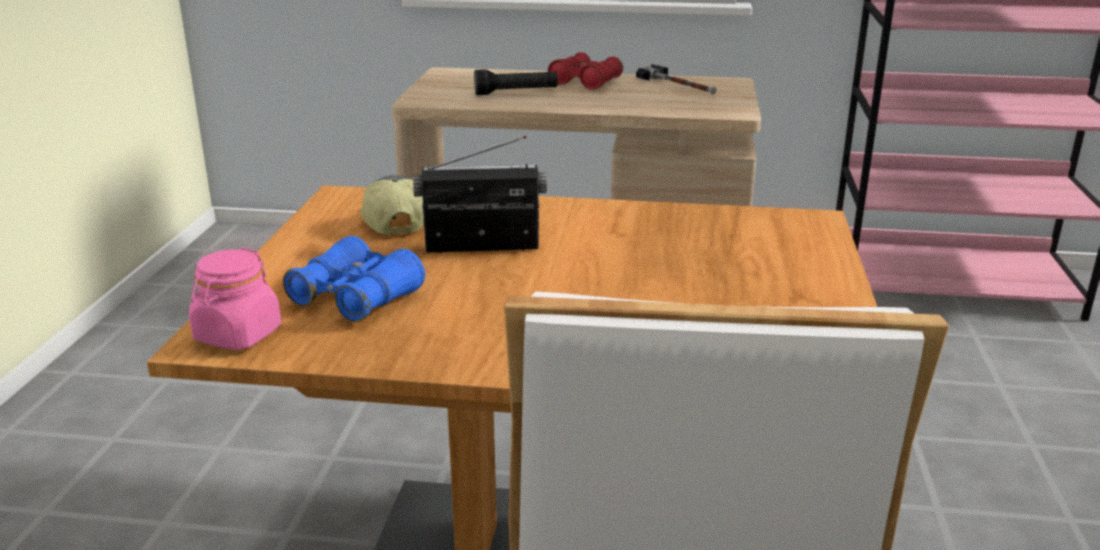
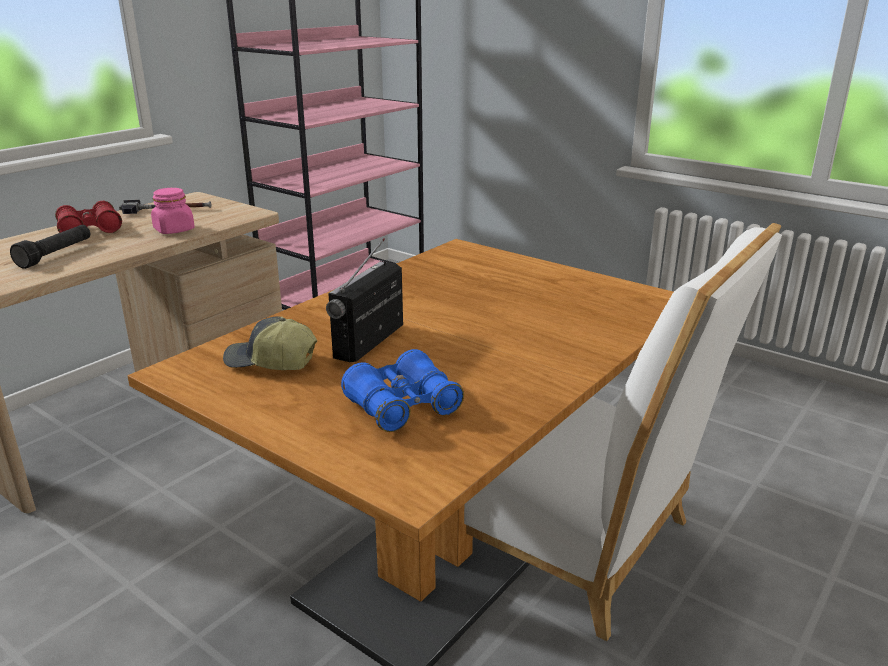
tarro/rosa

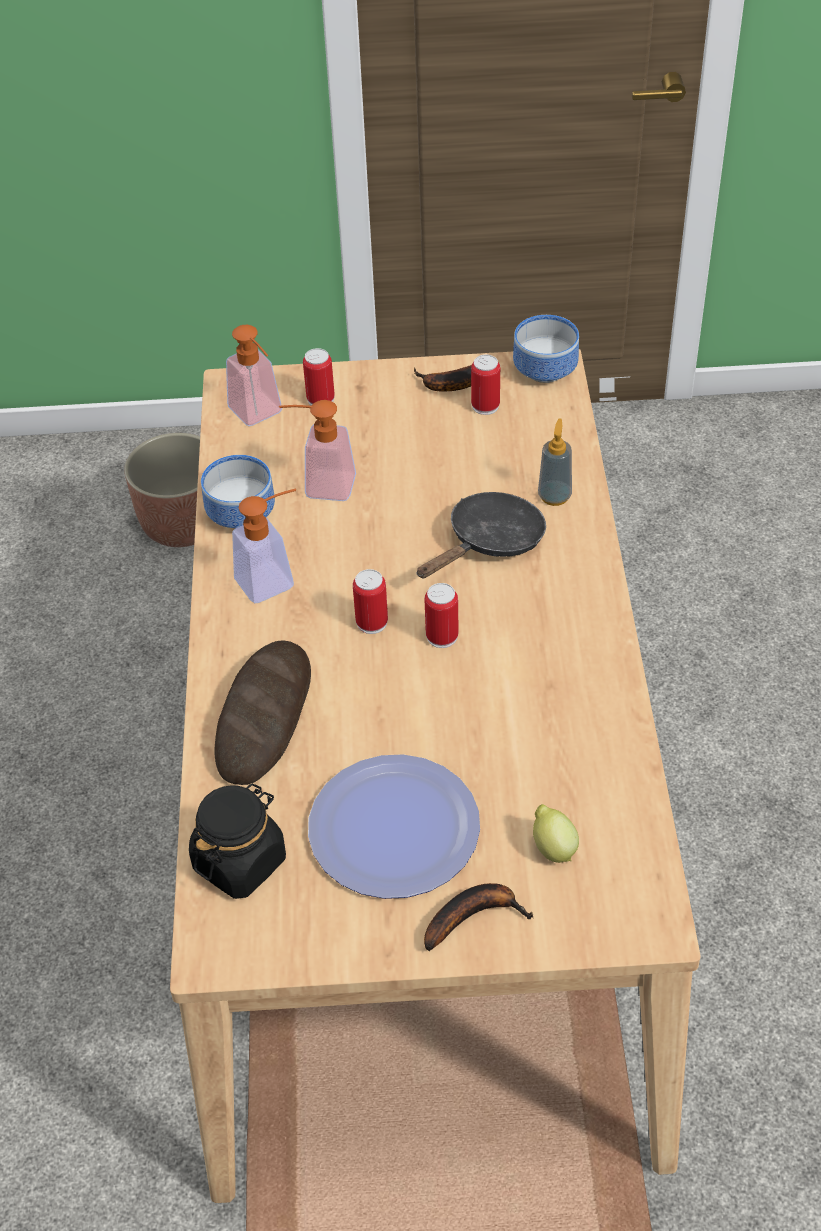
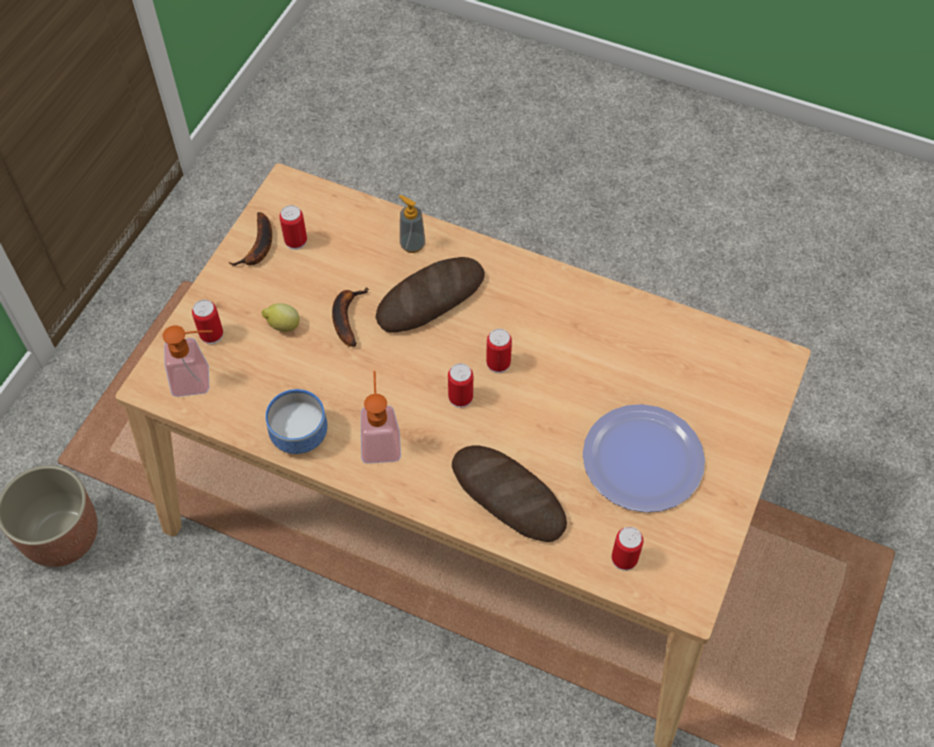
lata (5th from left)
dispensador de jabón (3rd from left in the first image)
pan (1st from left)
plátano (2nd from left)
cuenco (2nd from left in the first image)
limón

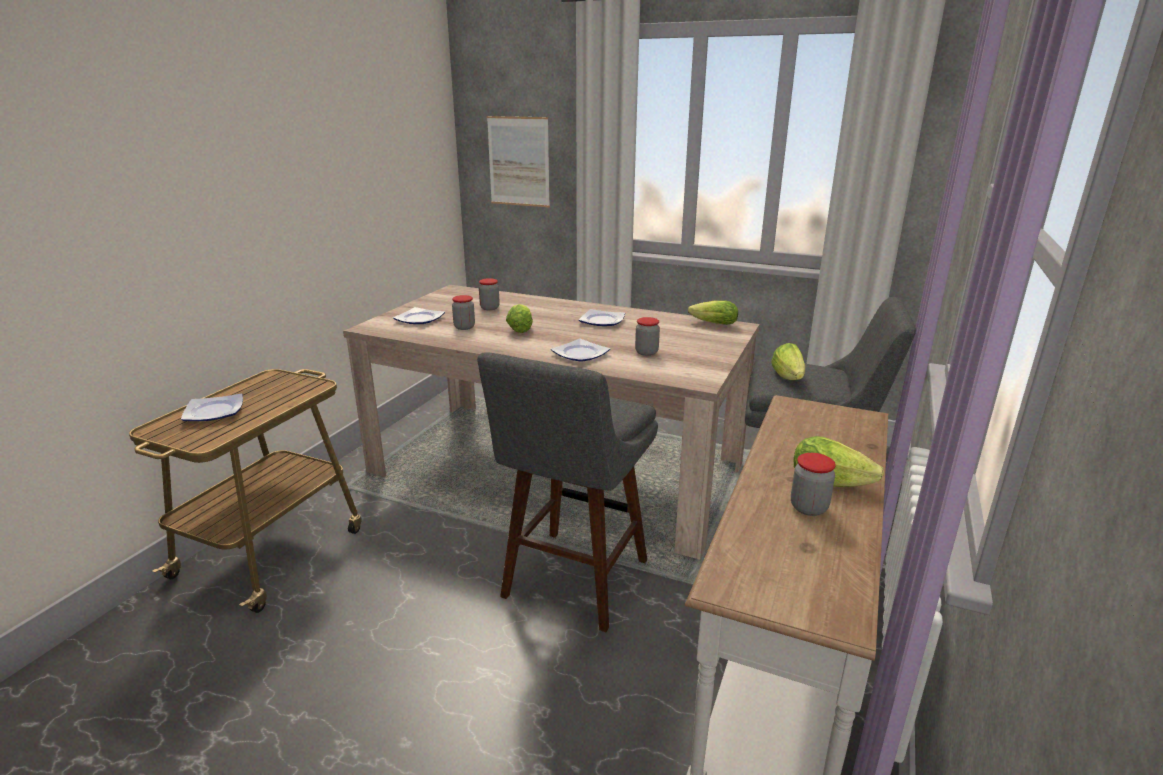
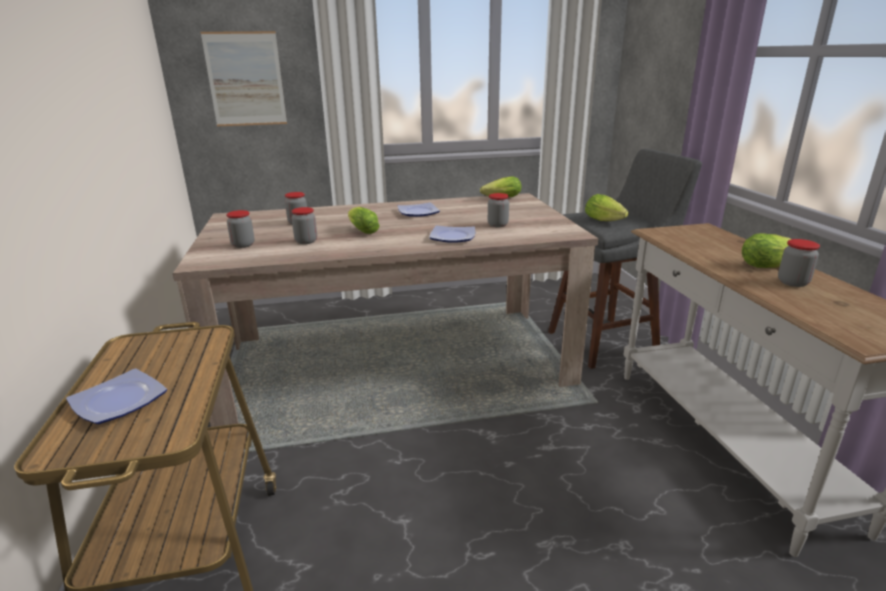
tarro (1st from left)
taburete/gris (1st from left in the first image)

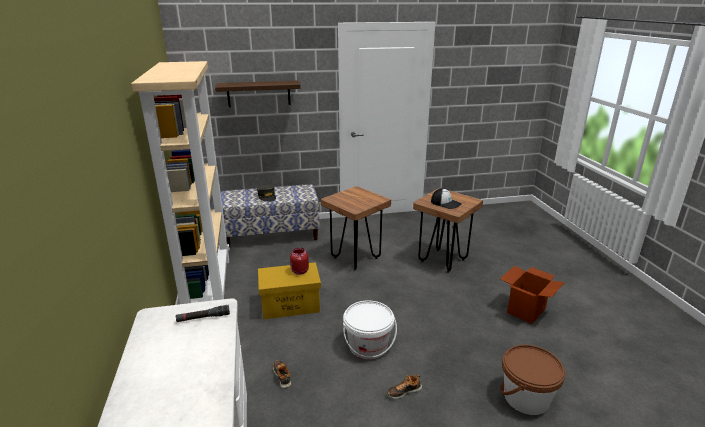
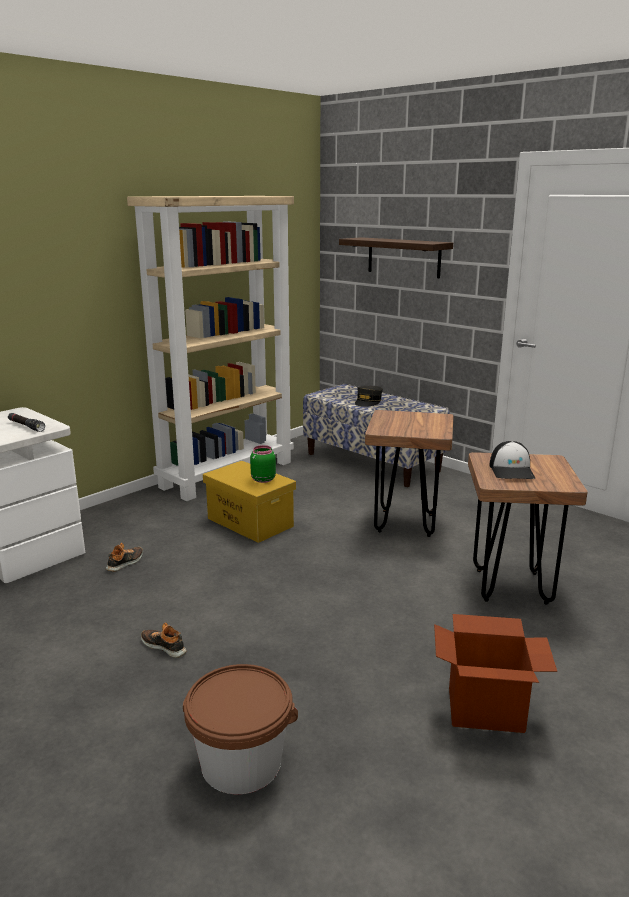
tarro/verde
cubo/blanco

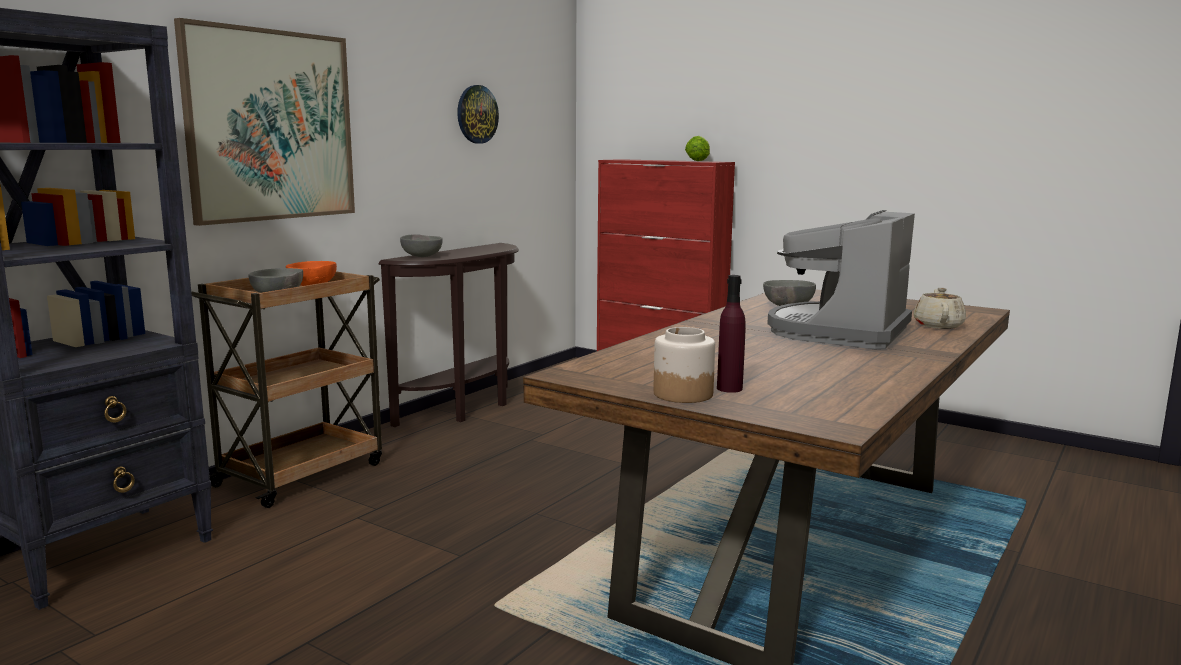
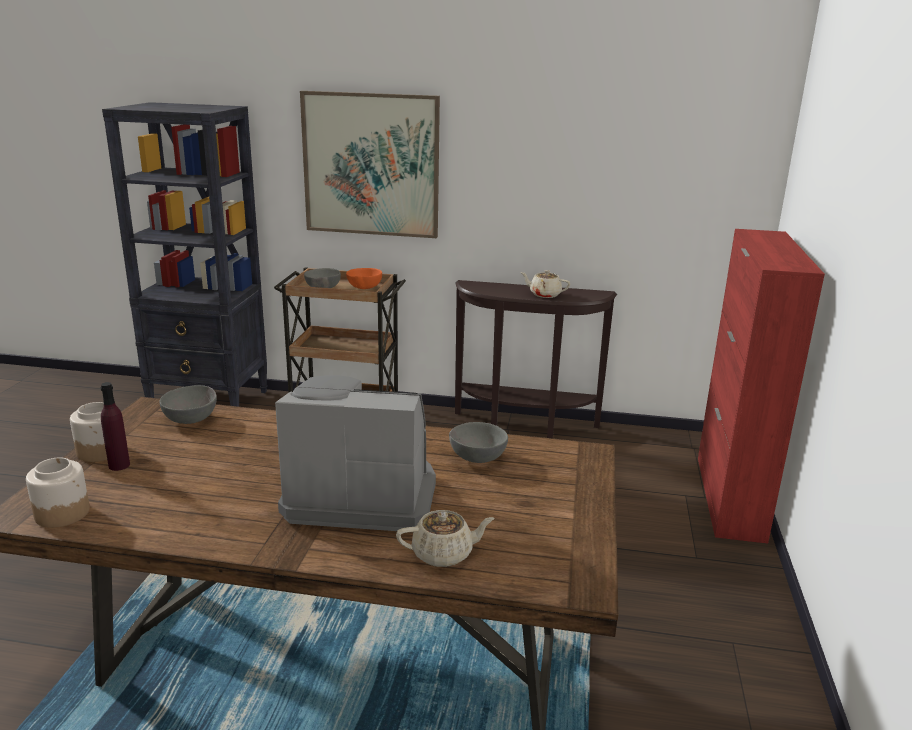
cuenco/gris (1st from left)
reloj de pared
lechuga
tarro (1st from left)
tetera/beis (2nd from left)

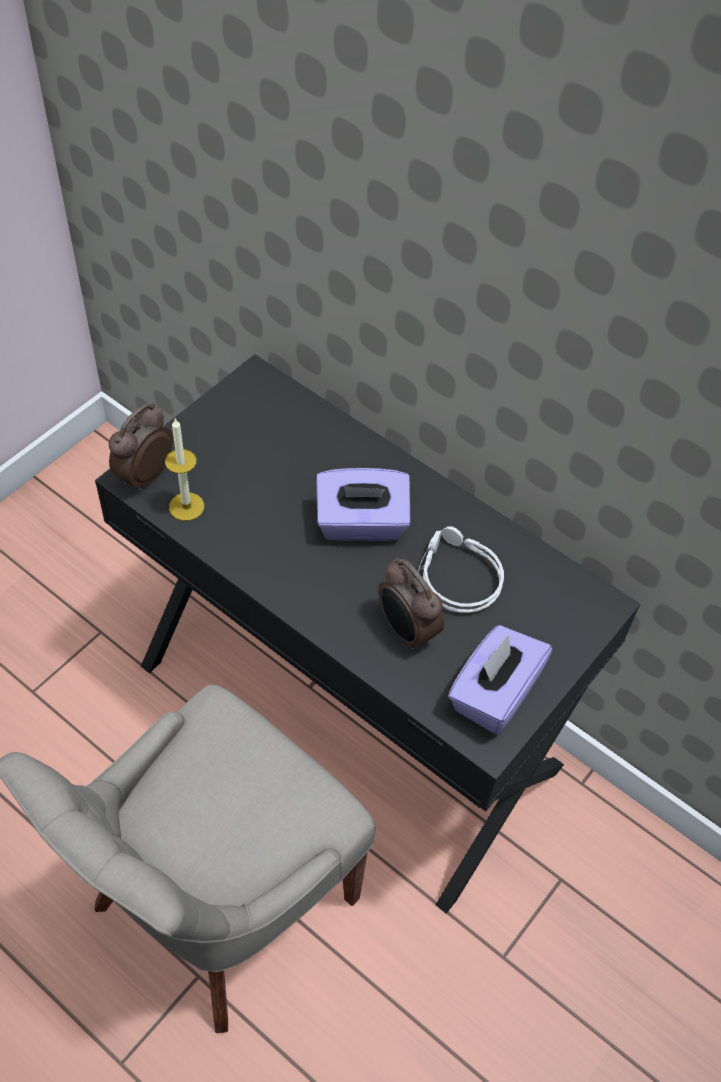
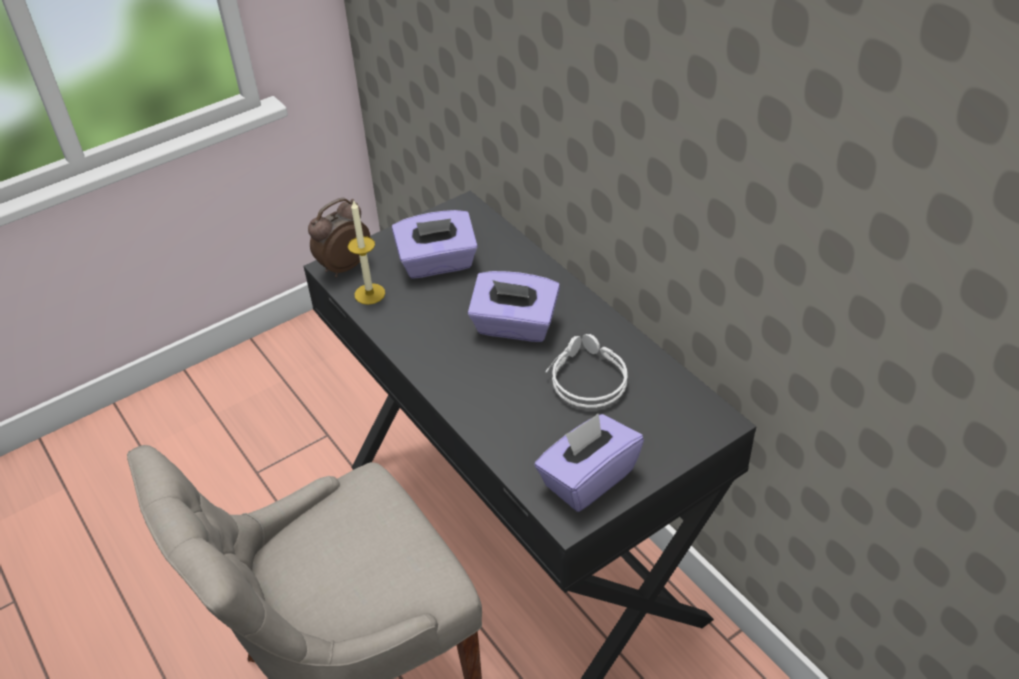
despertador (2nd from left in the first image)
caja de pañuelos/morado (1st from left)

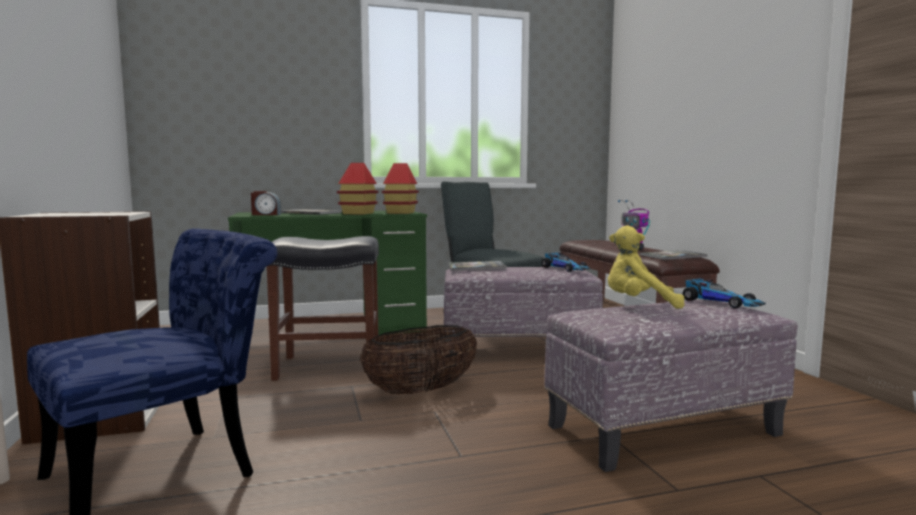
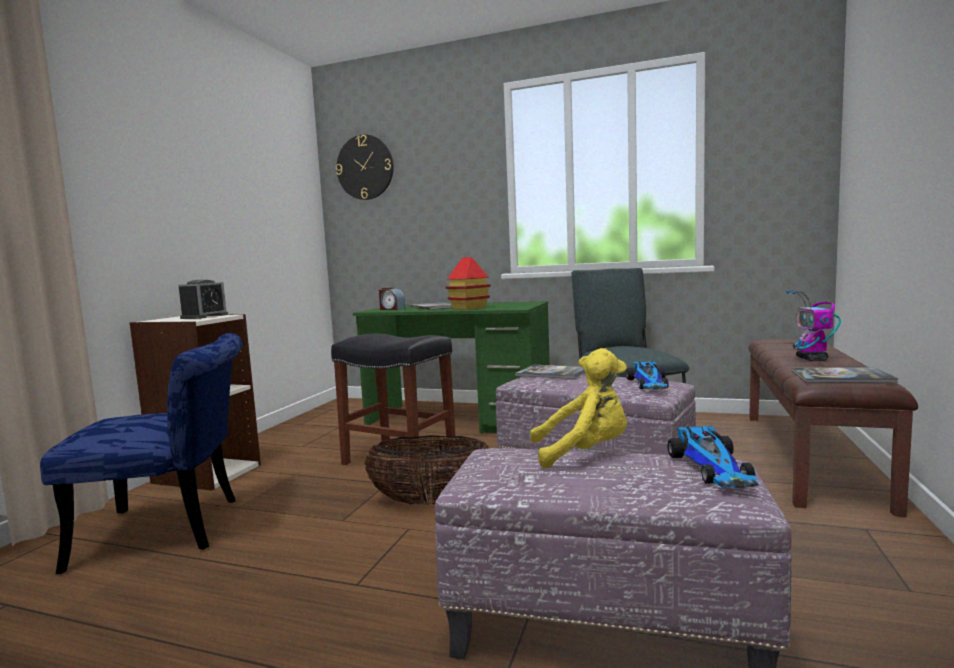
casita (2nd from left in the first image)
peluche/amarillo
despertador (1st from left)
reloj de pared

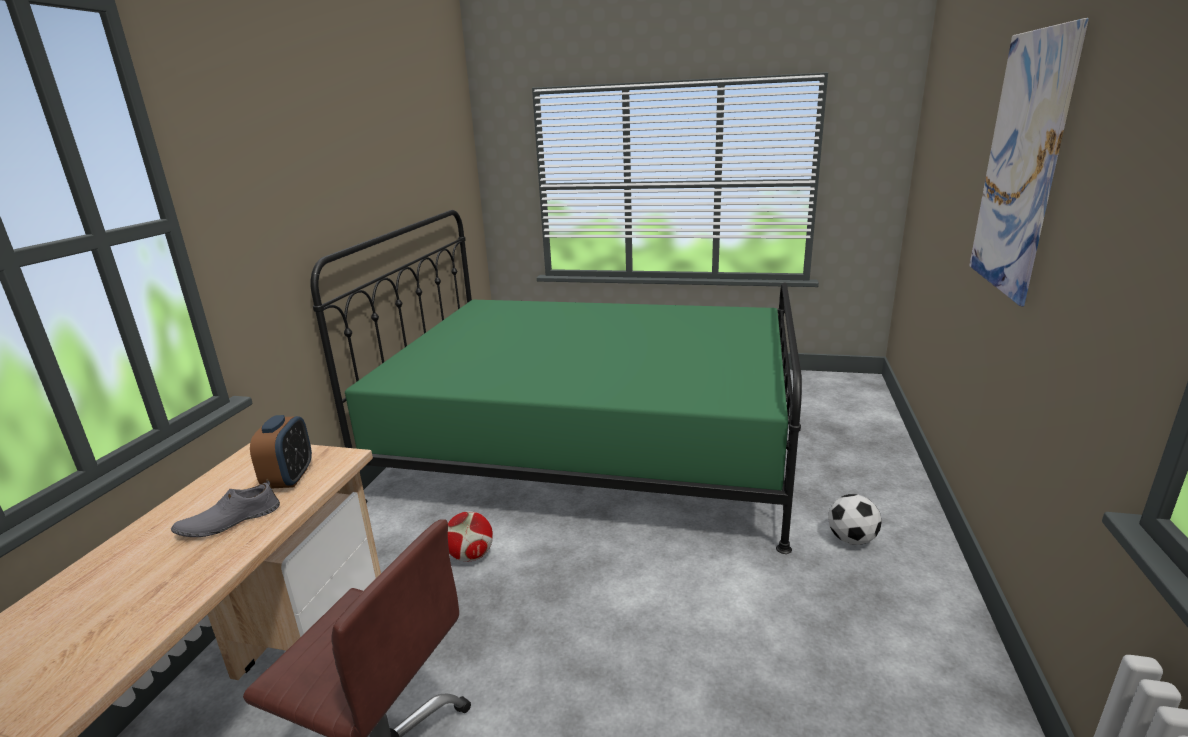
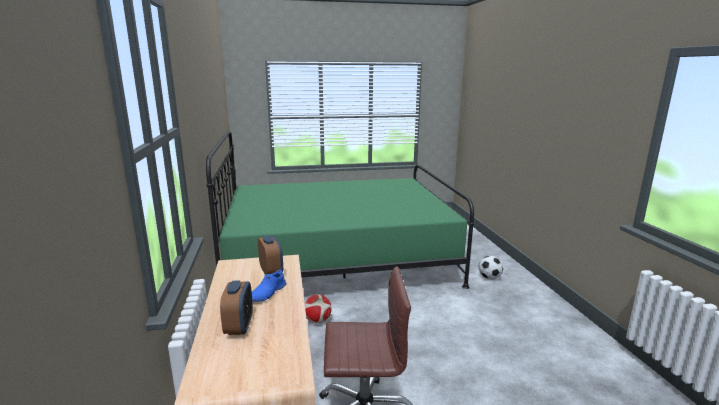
zapato/azul
cuadro
despertador (1st from left)

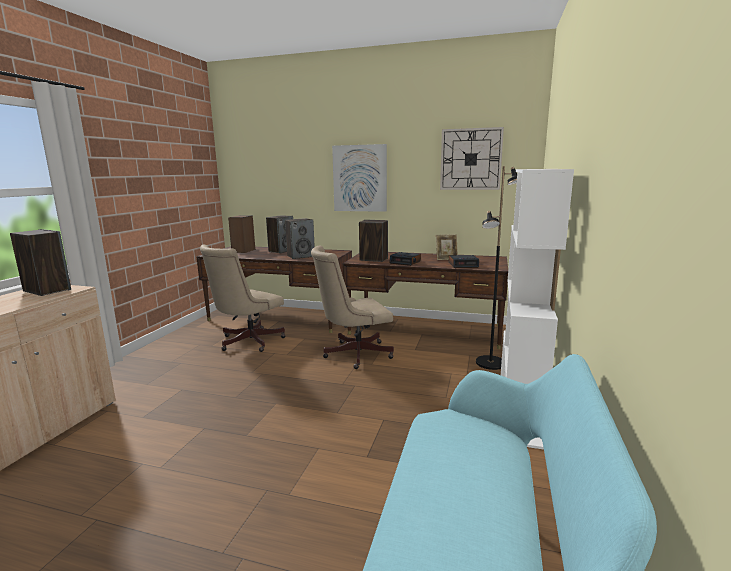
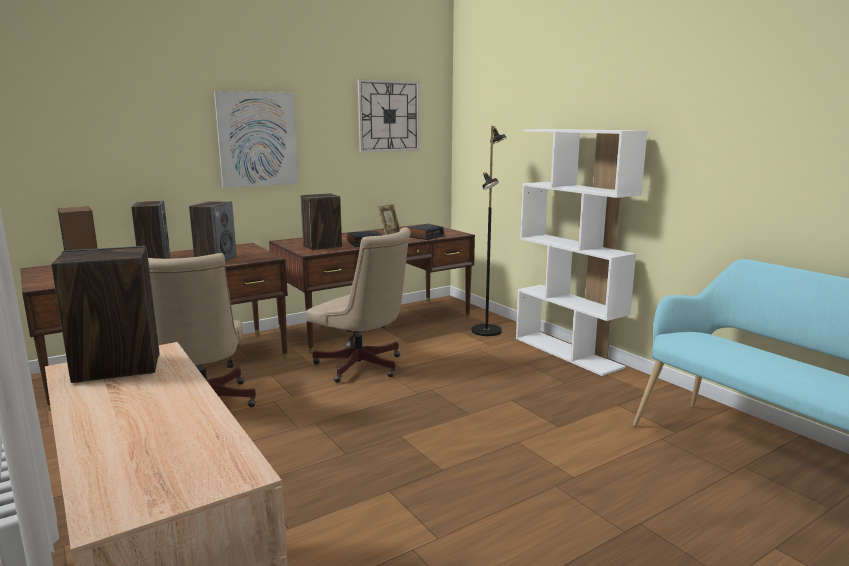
silla de oficina/beis (2nd from left)

